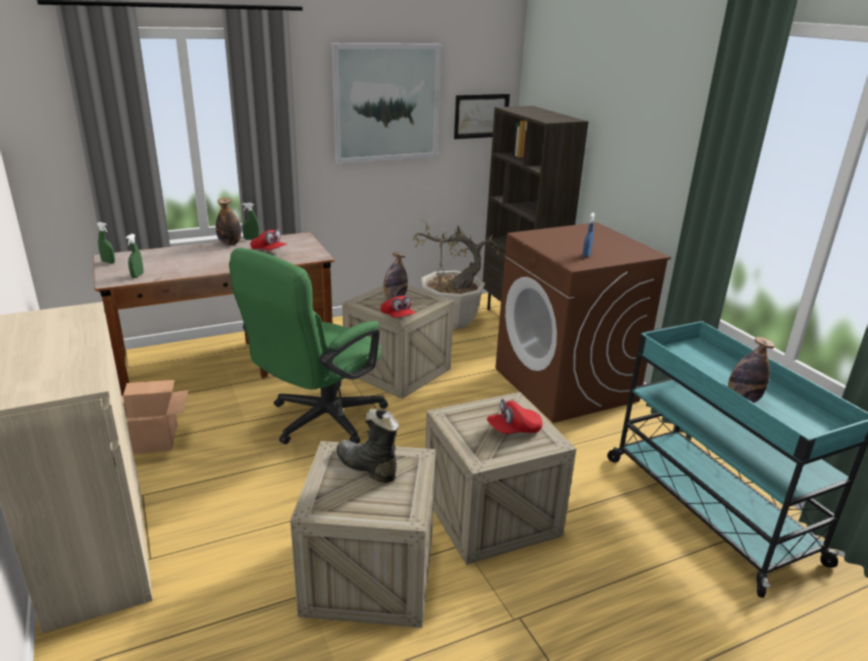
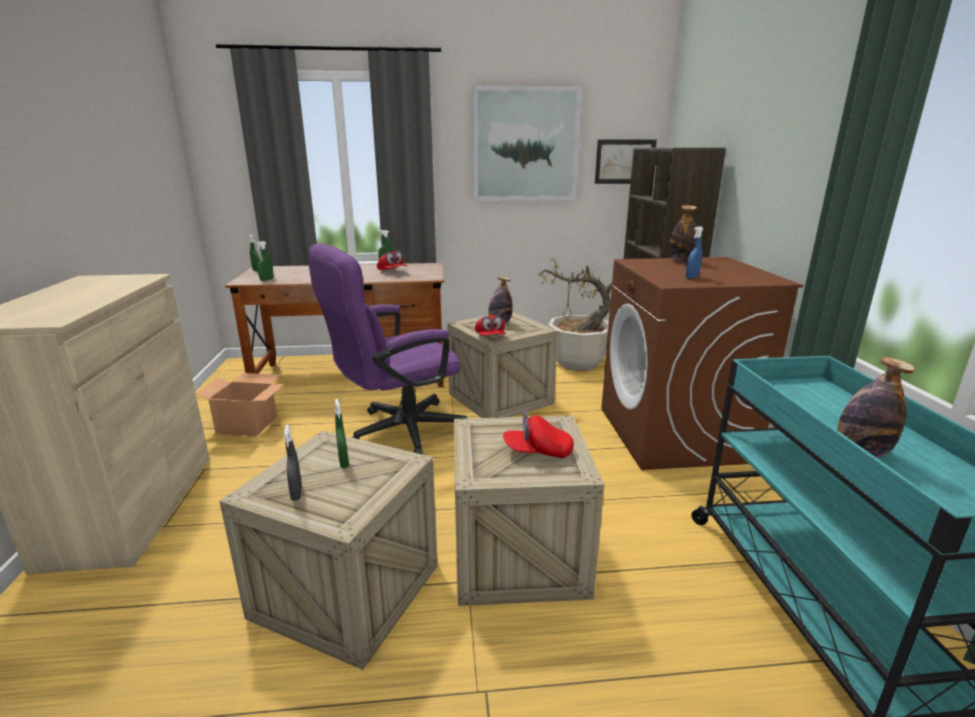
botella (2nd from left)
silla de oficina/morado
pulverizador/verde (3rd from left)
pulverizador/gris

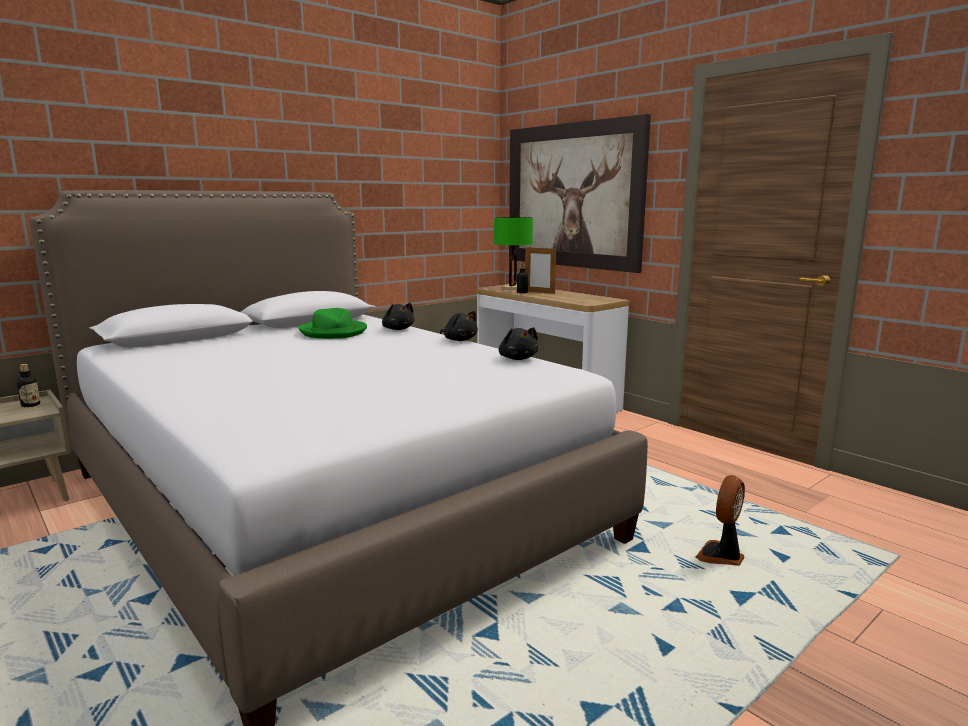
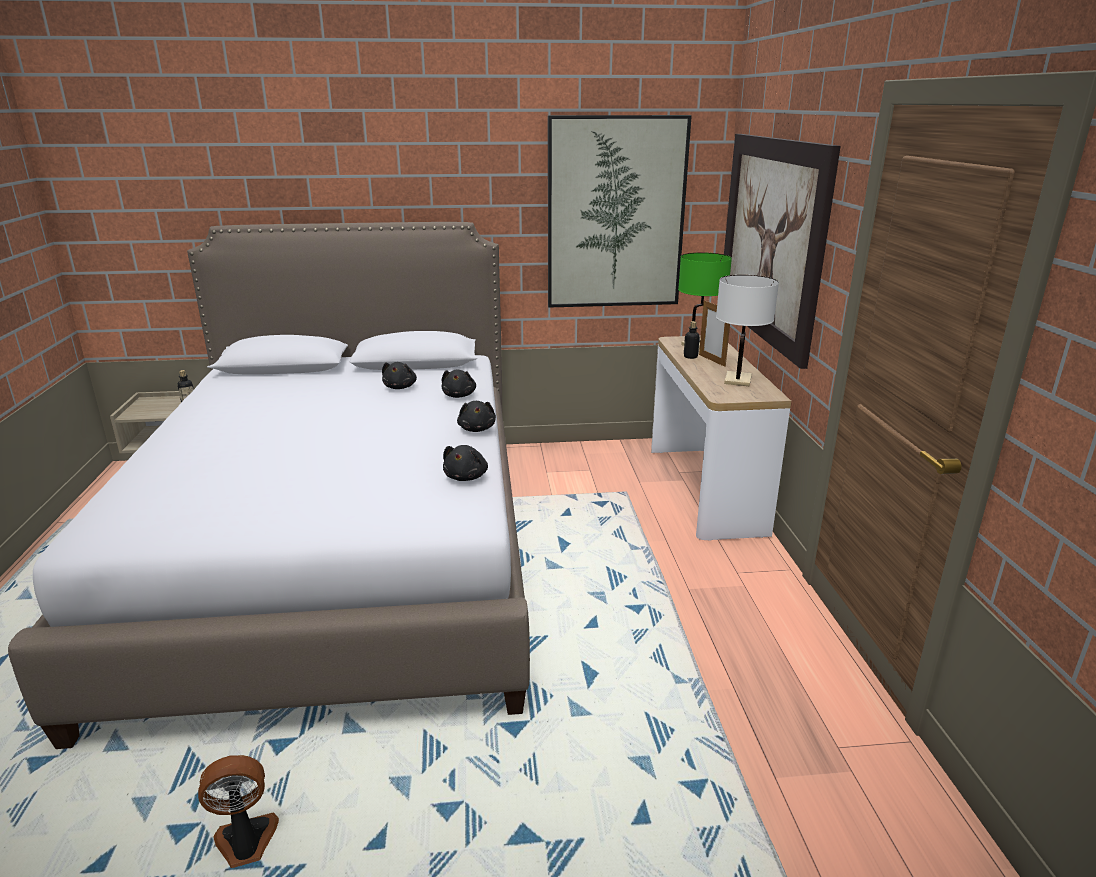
peluche/negro (1st from left)
ventilador
cuadro (1st from left)
lámpara de mesa/blanco

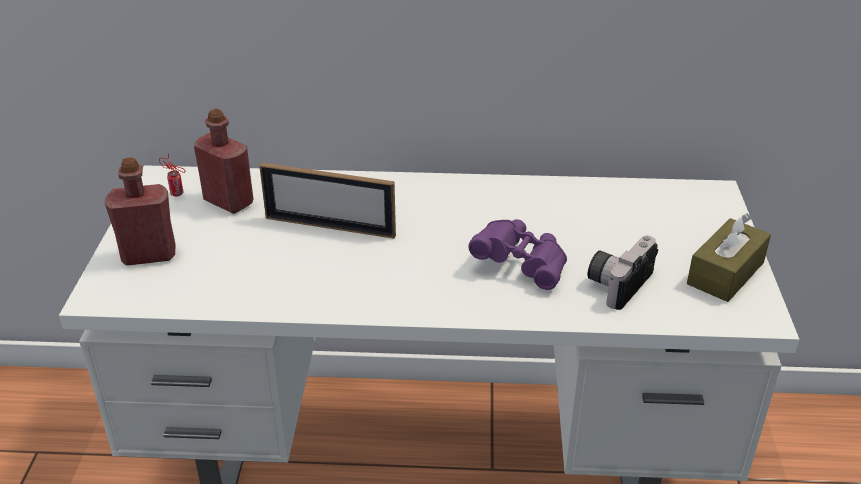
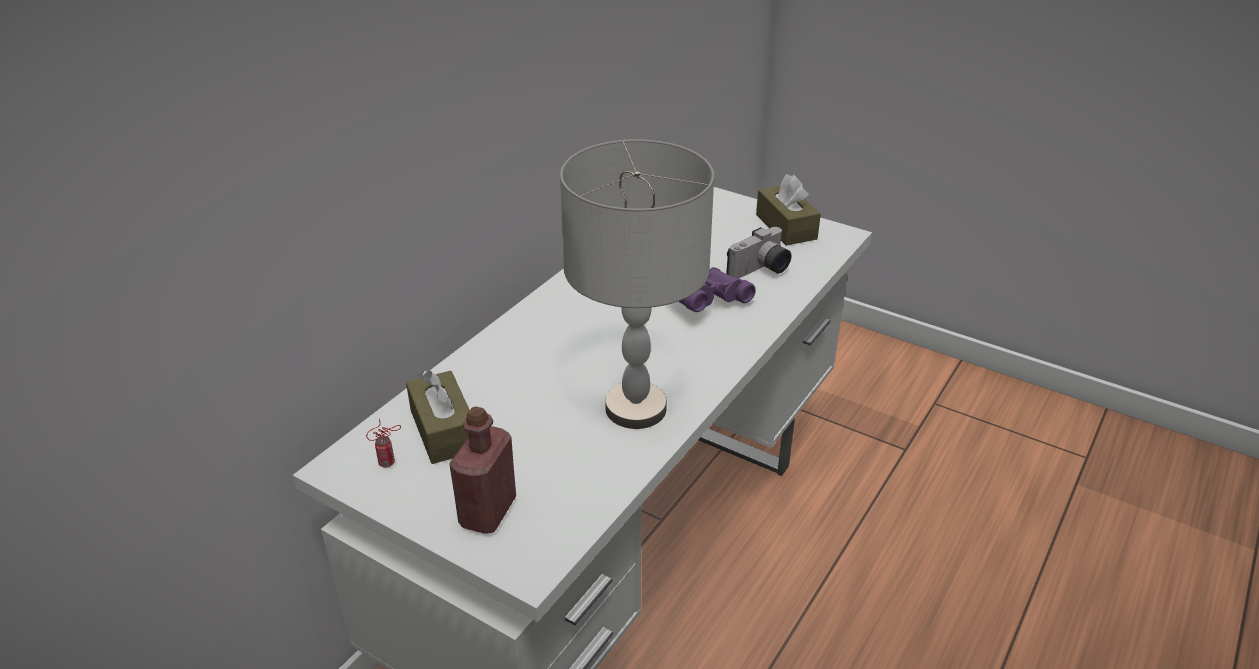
caja de pañuelos/marrón (1st from left)
portarretratos
cámara
lámpara de mesa/gris

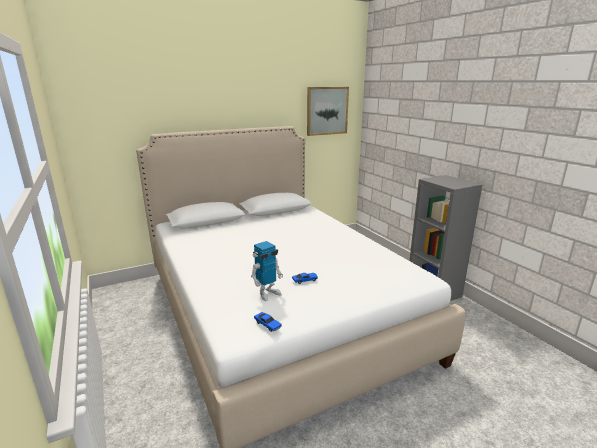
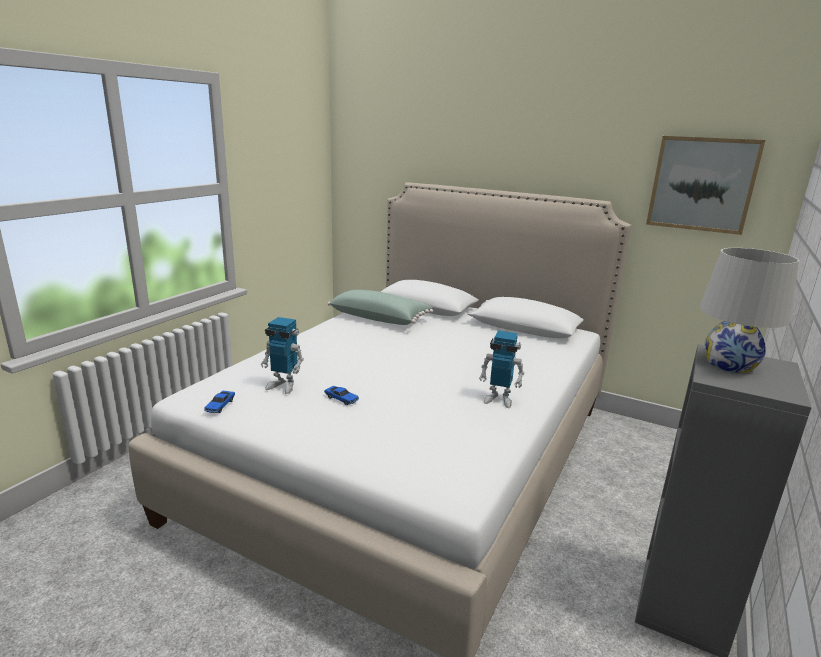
cojín/verde
robot de juguete (2nd from left)
lámpara de mesa/blanco

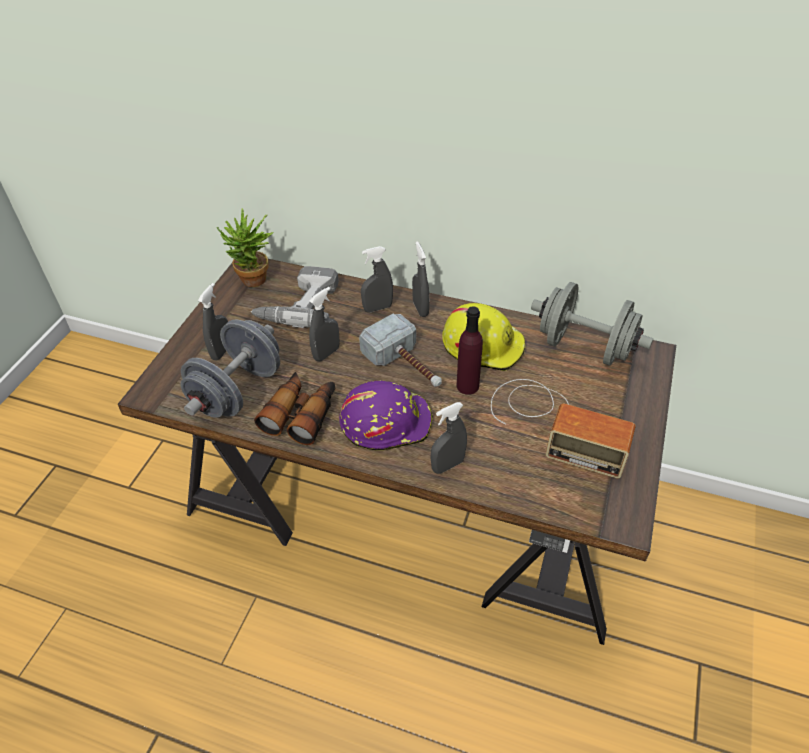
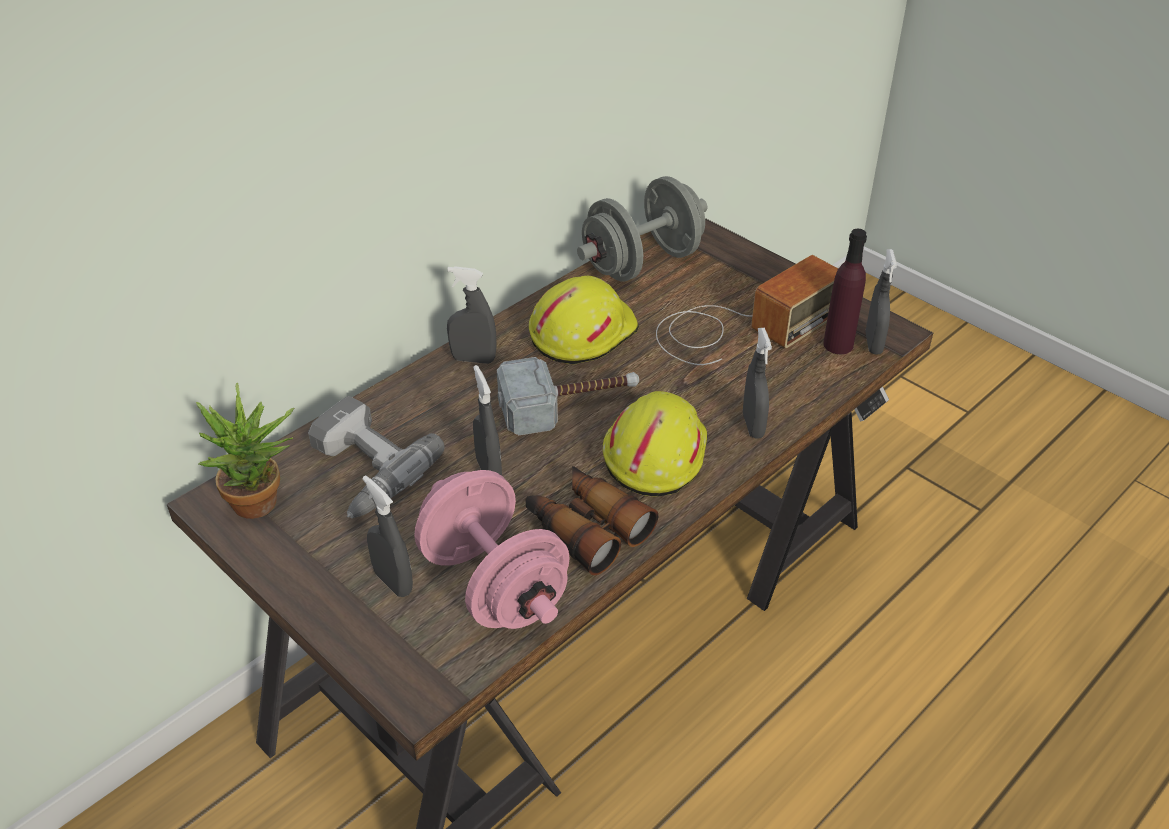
mancuerna/rosa
casco/amarillo (2nd from left)
pulverizador/gris (5th from left)
botella/morado

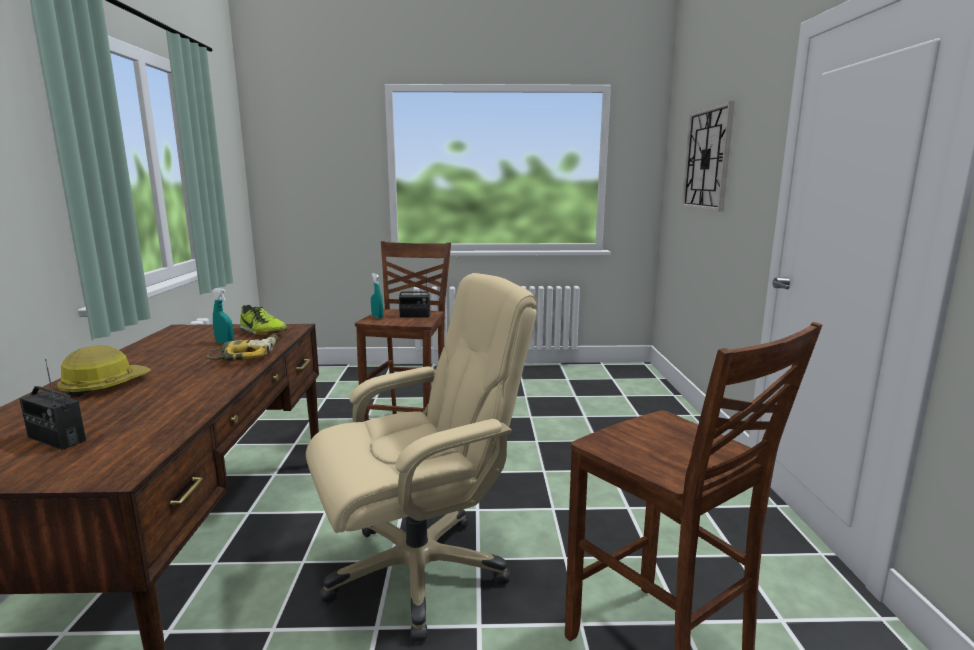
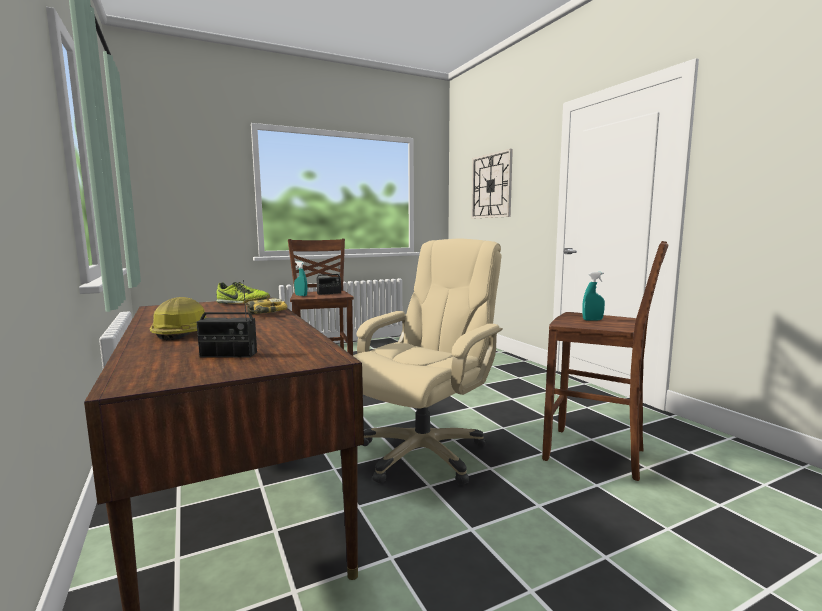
pulverizador/turquesa (2nd from left)

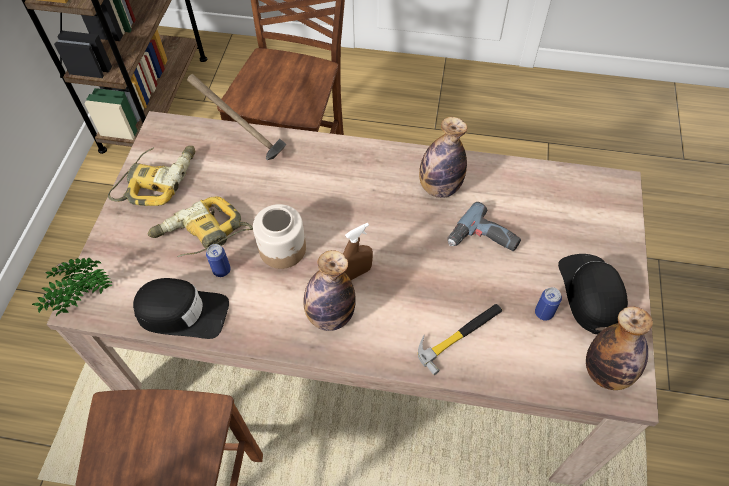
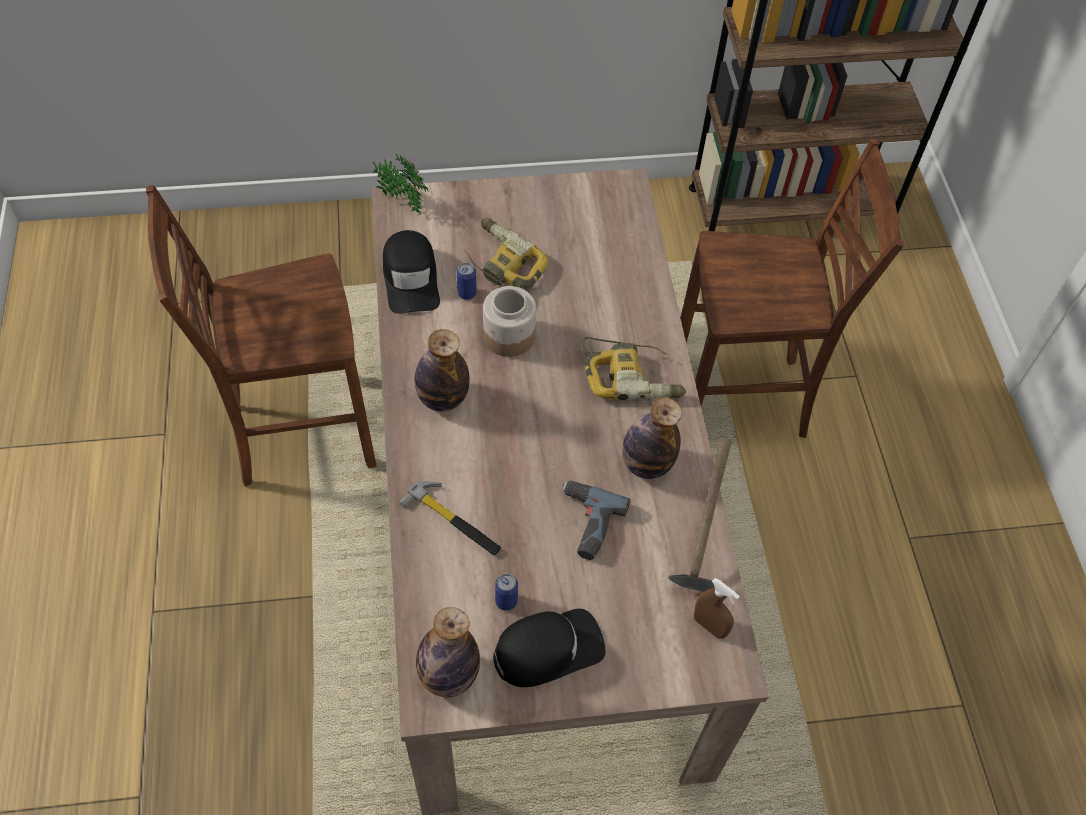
taladro (3rd from left)
martillo (2nd from left)
pulverizador/marrón

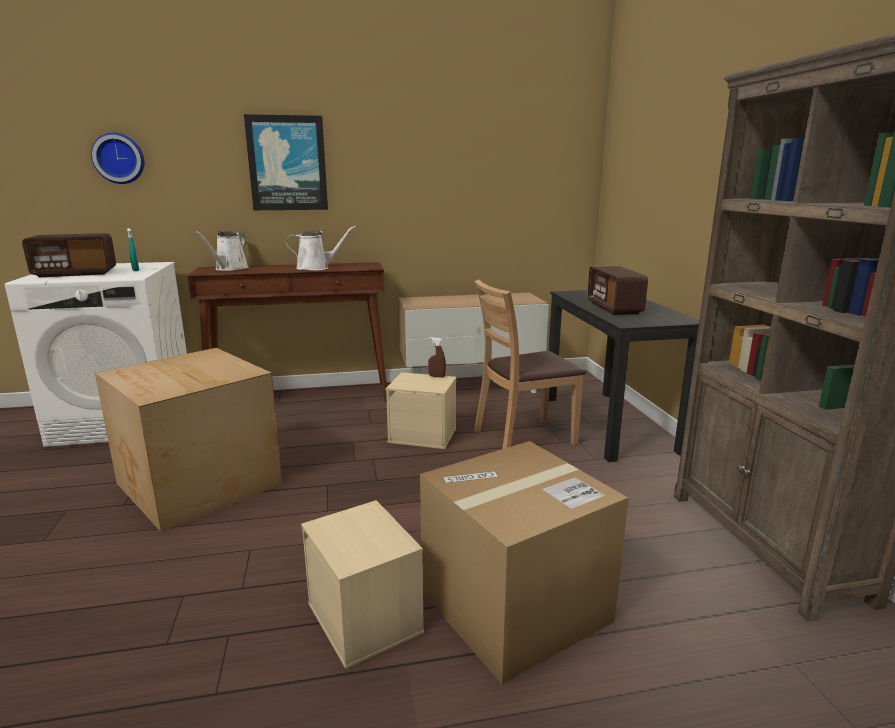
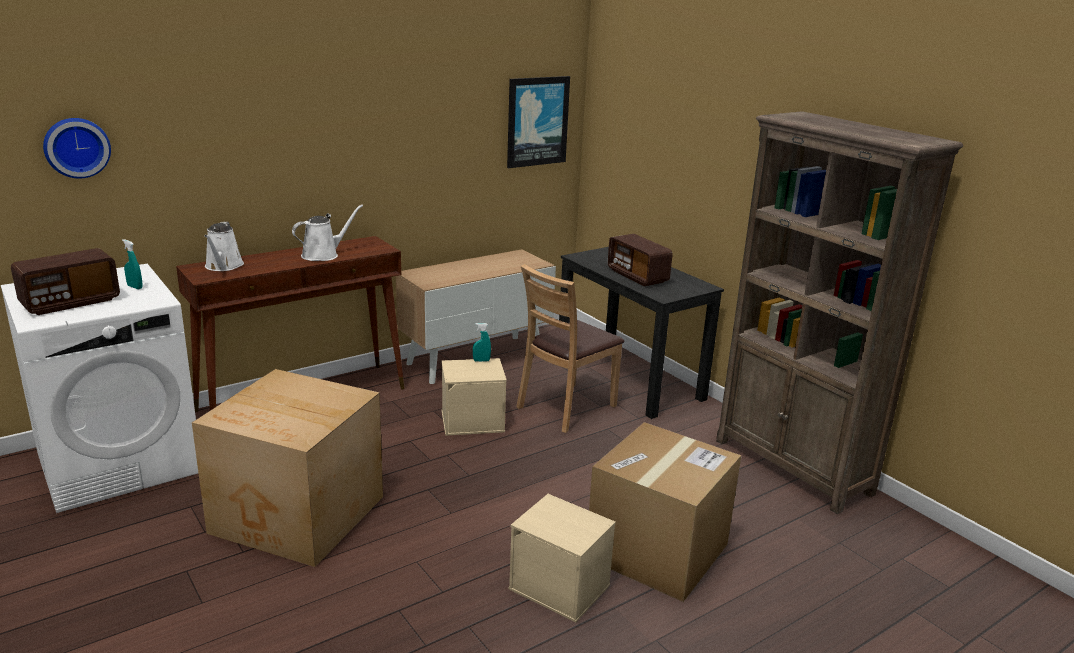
cuadro
pulverizador/turquesa (2nd from left)

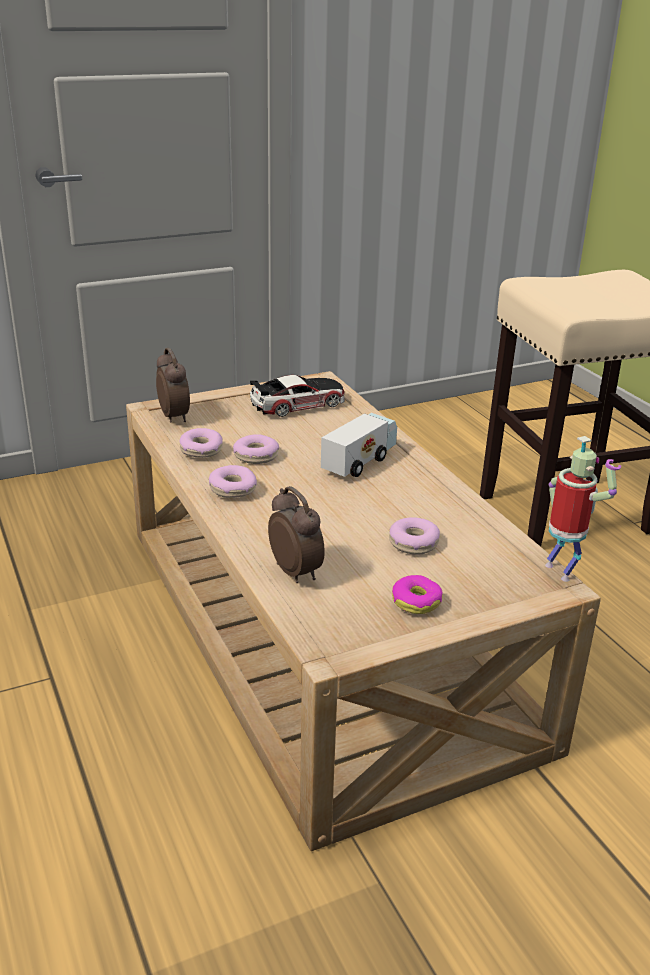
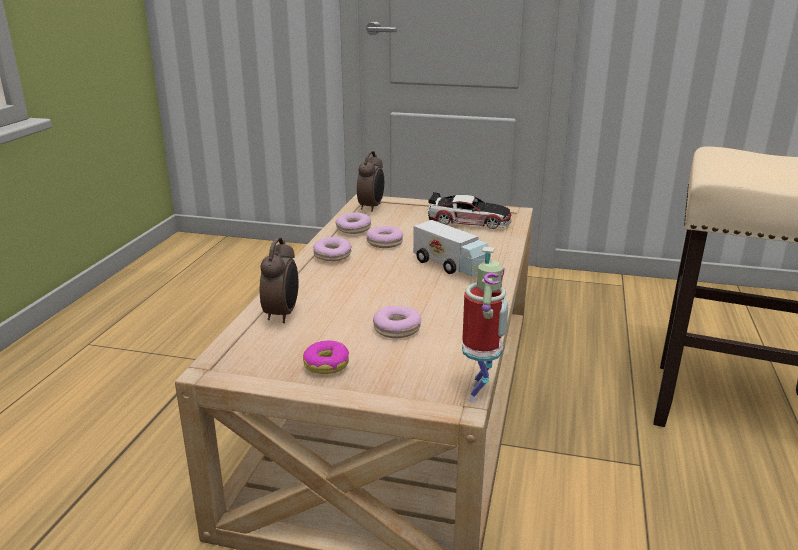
camión de juguete

